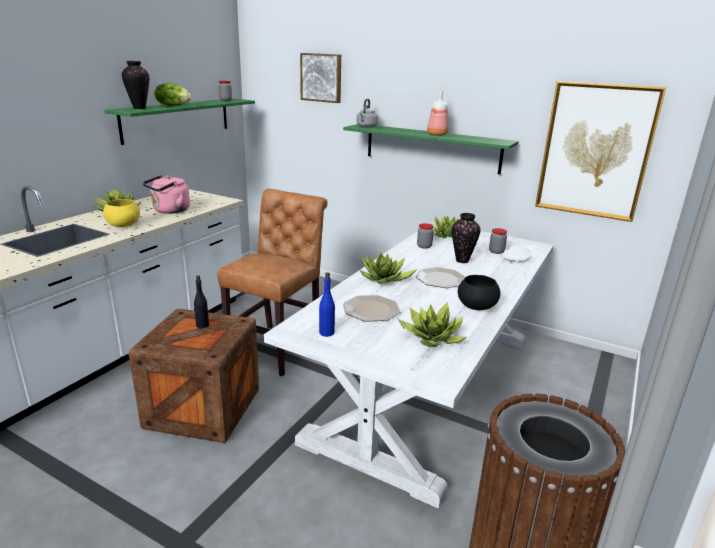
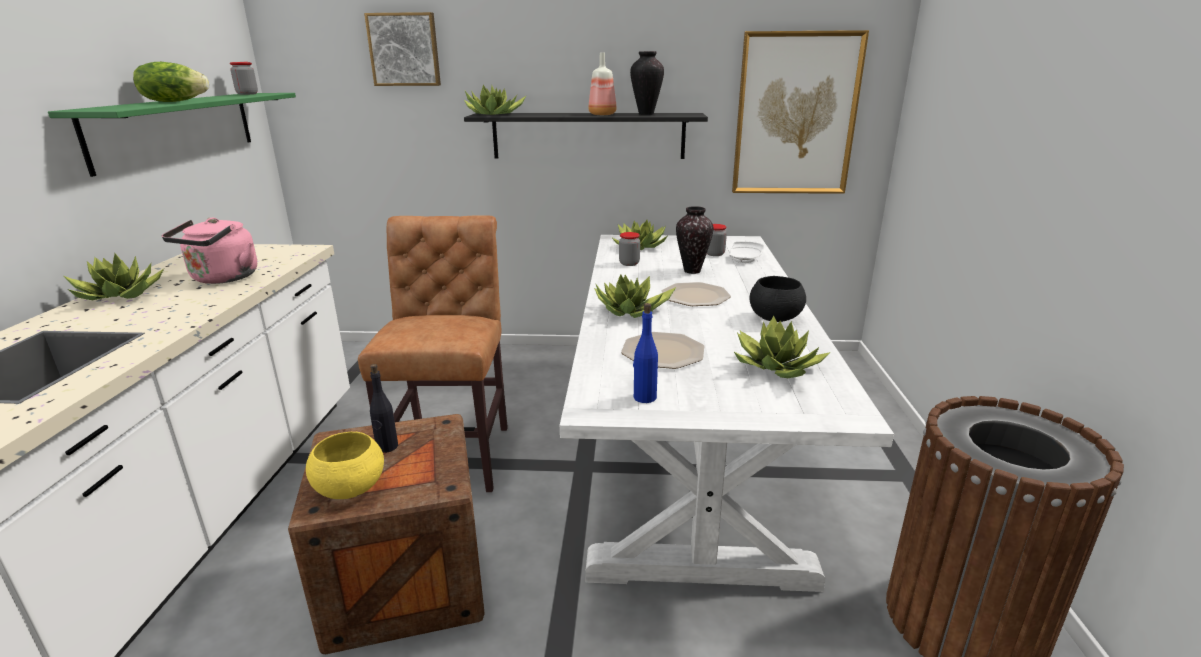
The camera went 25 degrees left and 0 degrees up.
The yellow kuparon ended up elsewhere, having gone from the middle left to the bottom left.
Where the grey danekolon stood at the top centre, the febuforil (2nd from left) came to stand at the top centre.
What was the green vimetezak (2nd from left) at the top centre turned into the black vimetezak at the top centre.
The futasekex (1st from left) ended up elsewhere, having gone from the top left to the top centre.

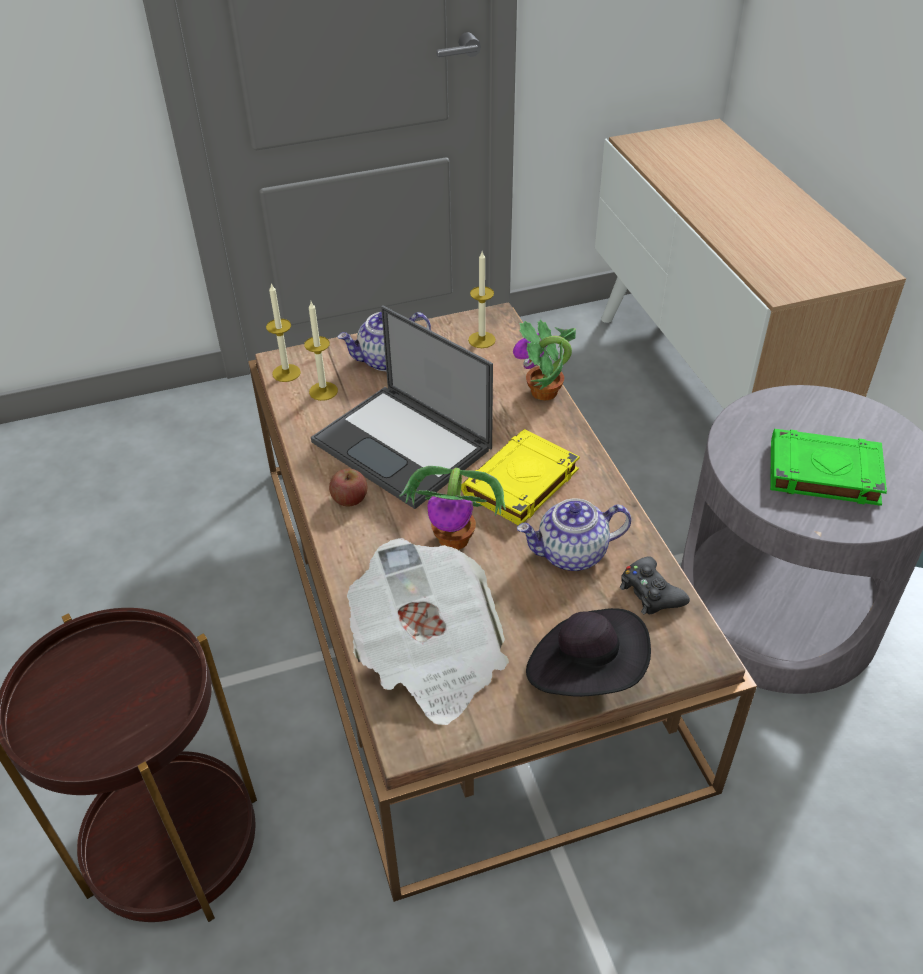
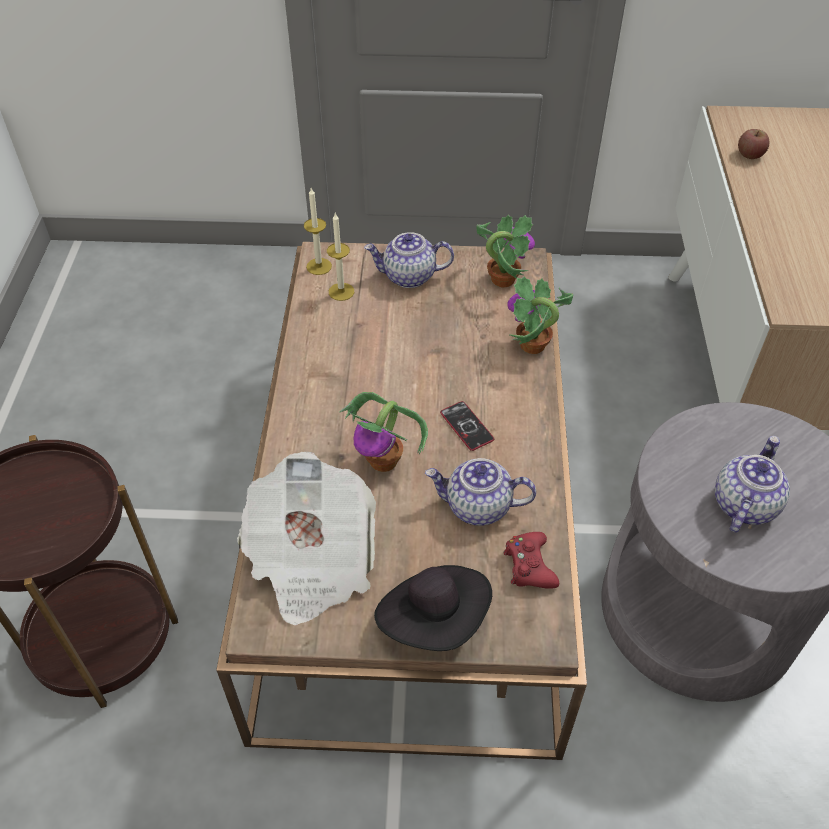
The camera went 20 degrees right and 5 degrees up.
Where the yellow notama stood at the centre, the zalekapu came to stand at the centre.
Where the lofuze (3rd from left) stood at the top centre, the febuforil (2nd from left) came to stand at the top centre.
What was the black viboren at the middle right turned into the red viboren at the bottom centre.
Where the green notama stood at the middle right, the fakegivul (3rd from left) came to stand at the middle right.
The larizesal ended up elsewhere, having gone from the centre to the top right.
The second view lost the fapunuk at the centre.

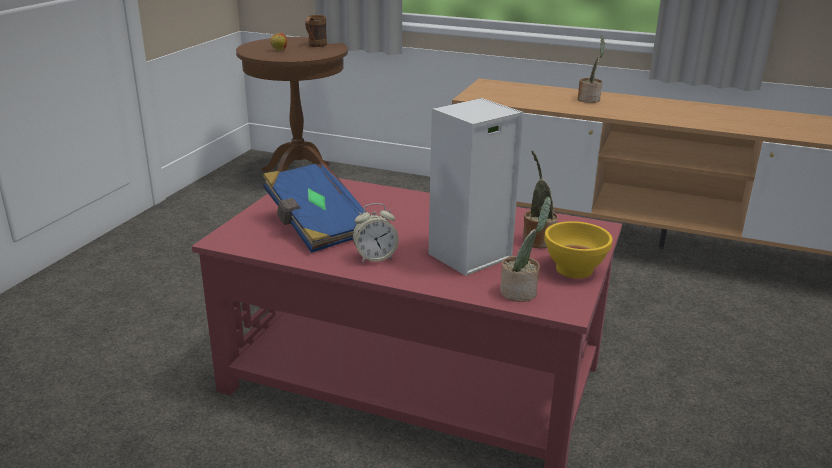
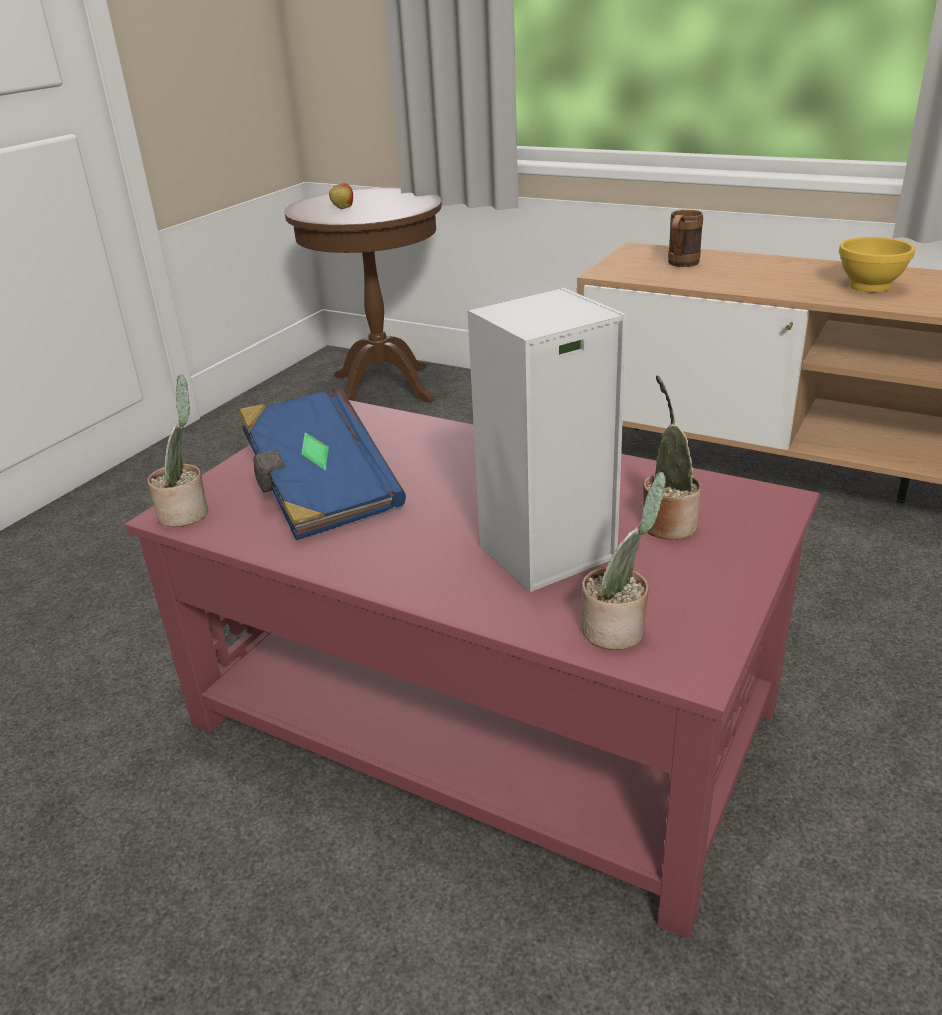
The camera went 10 degrees right and 5 degrees up.
The febuforil (3rd from left in the first image) ended up elsewhere, having gone from the top right to the middle left.
The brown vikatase ended up elsewhere, having gone from the top centre to the top right.
The yellow kuparon ended up elsewhere, having gone from the middle right to the top right.
The second view lost the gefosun at the centre.

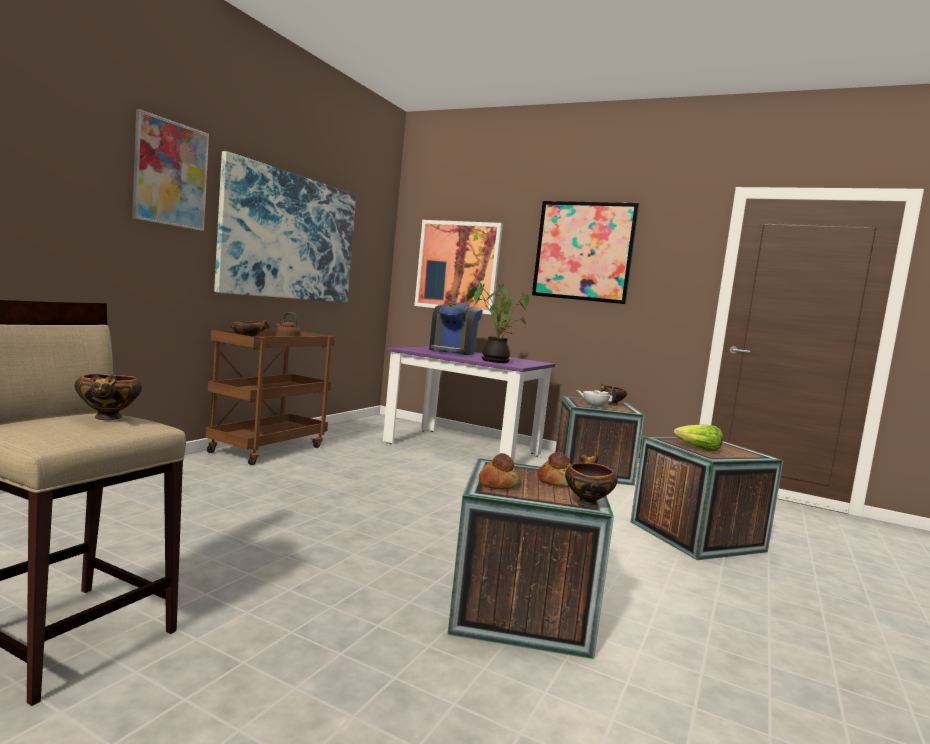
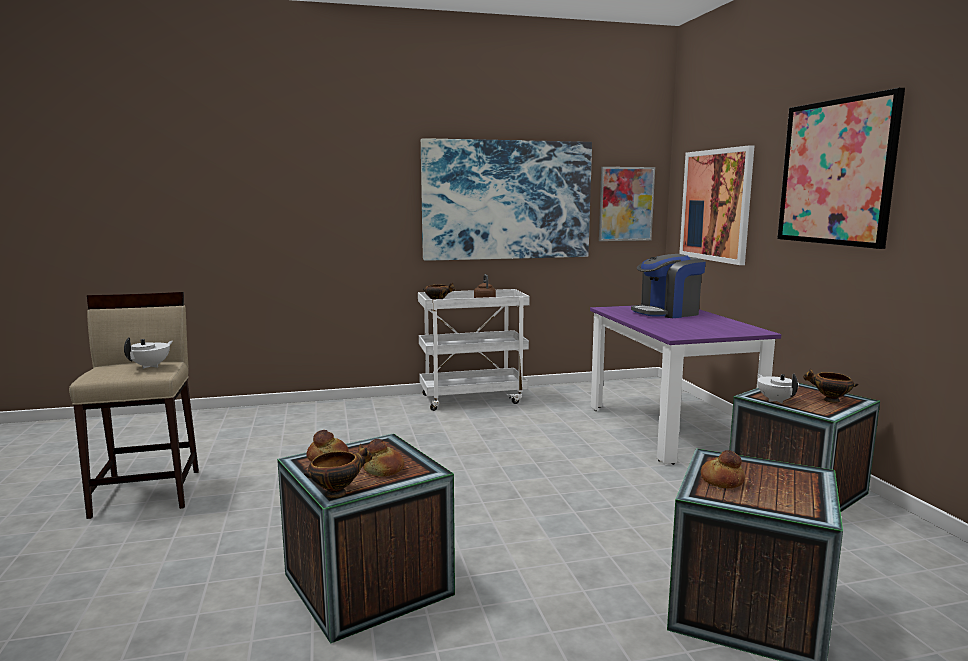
The camera went 50 degrees right and 5 degrees up.
Where the kuparon (1st from left) stood at the middle left, the white fakegivul (1st from left) came to stand at the middle left.
What was the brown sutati at the middle left turned into the white sutati at the centre.
The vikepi (1st from left in the first image) ended up elsewhere, having gone from the top left to the top centre.
Where the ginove stood at the middle right, the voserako (3rd from left) came to stand at the bottom right.
The second view lost the febuforil at the centre.

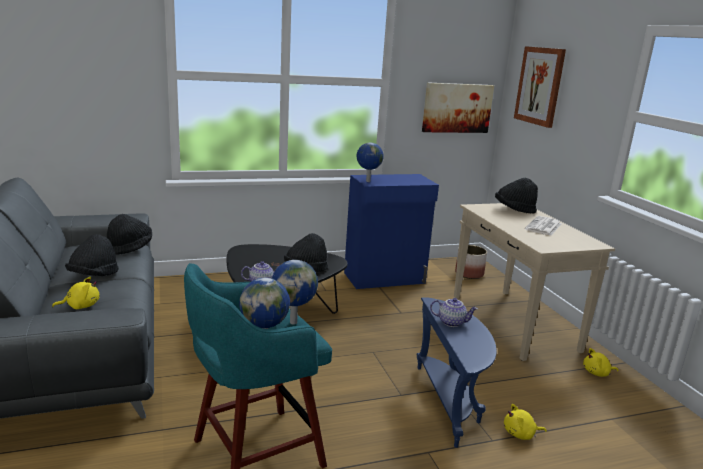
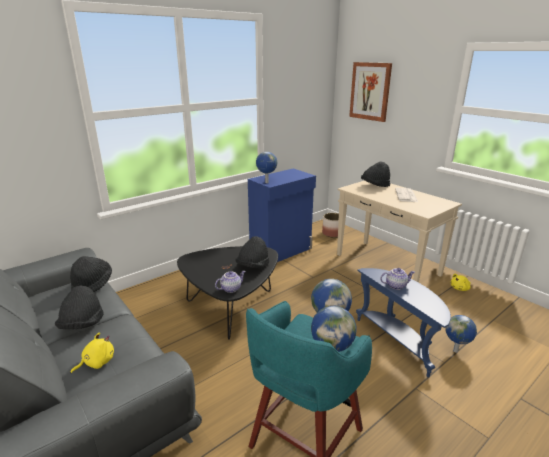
The camera went 20 degrees left and 5 degrees up.
Where the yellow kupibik (2nd from left) stood at the bottom right, the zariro (4th from left) came to stand at the bottom right.
The second view lost the vikepi (1st from left) at the top centre.

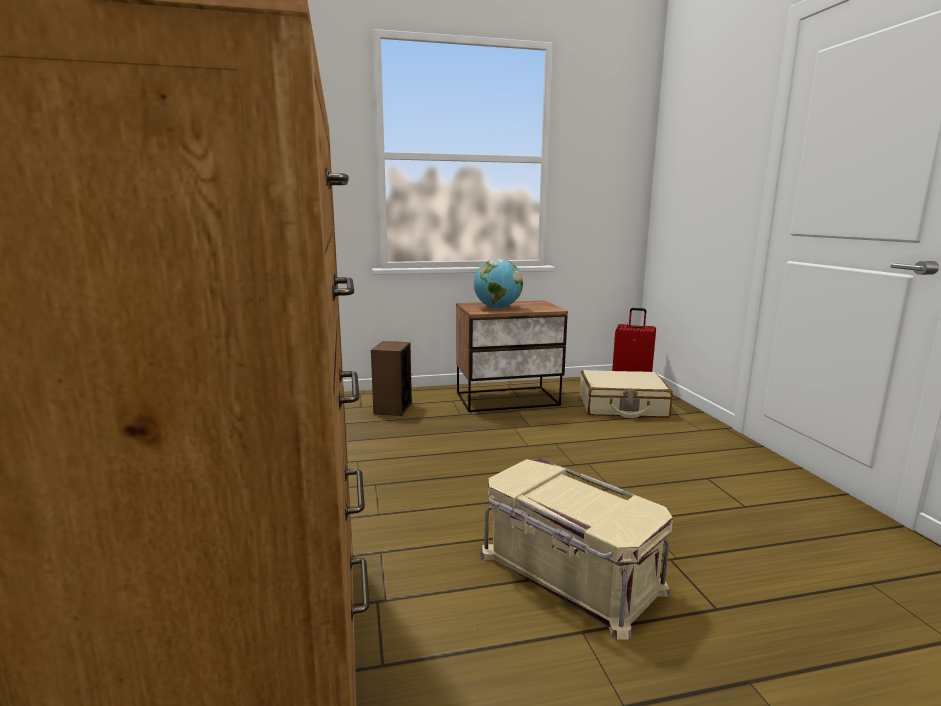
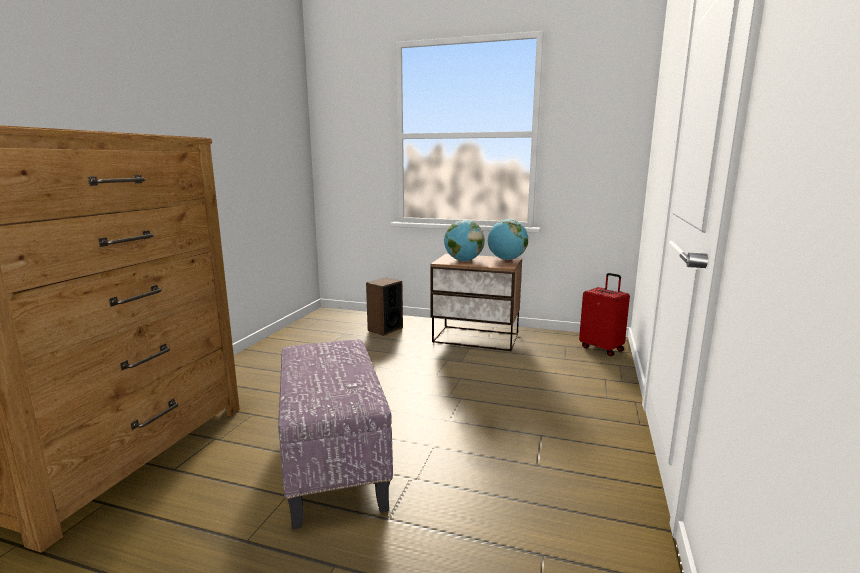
The camera went 30 degrees right and 0 degrees up.
Where the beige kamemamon stood at the bottom centre, the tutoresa came to stand at the bottom centre.
The second view gained the zariro (2nd from left) at the centre.
The second view lost the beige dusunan at the centre.

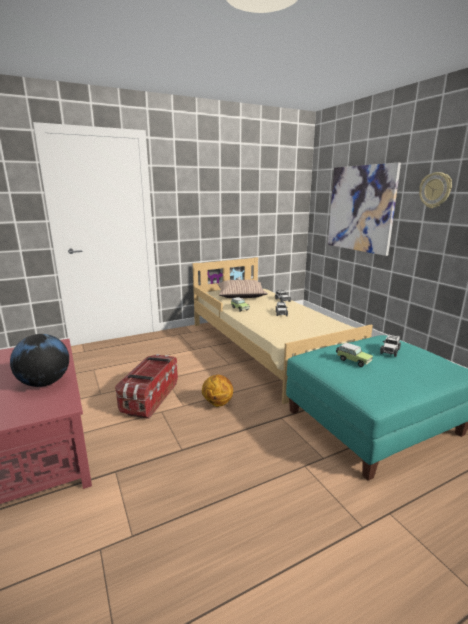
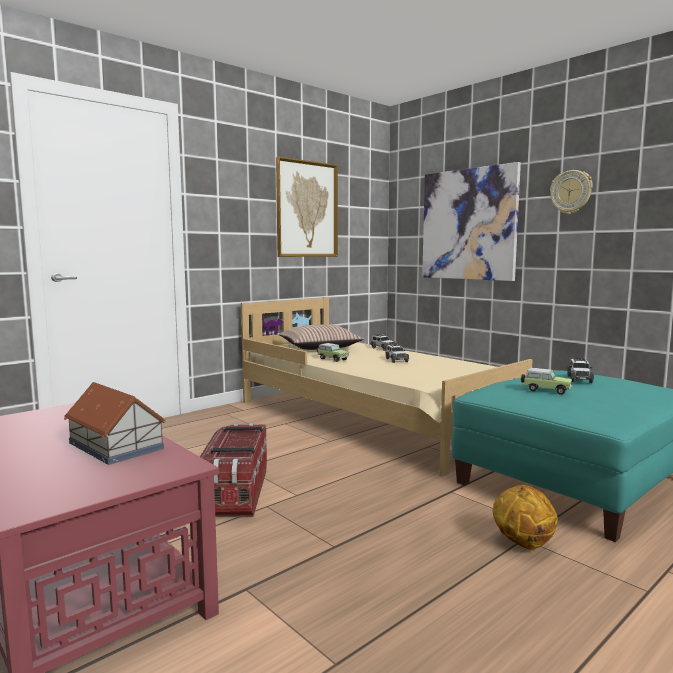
The camera went 15 degrees left and 10 degrees down.
Where the zariro stood at the middle left, the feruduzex came to stand at the middle left.
The second view gained the vikepi (1st from left) at the top centre.
The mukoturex ended up elsewhere, having gone from the centre to the bottom right.

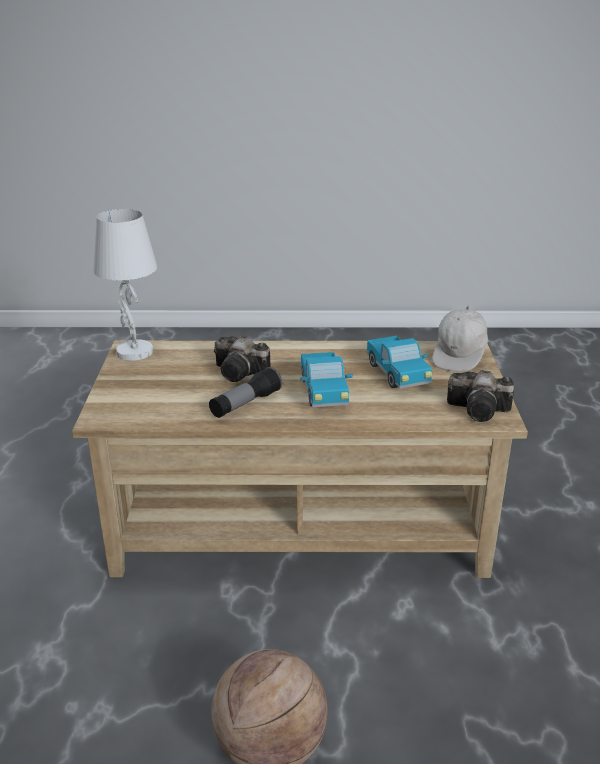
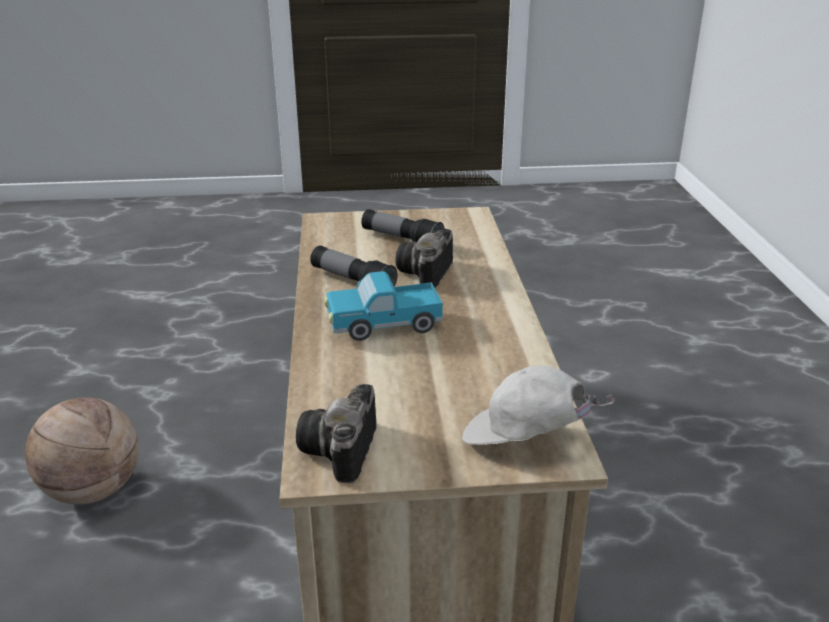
The camera went 85 degrees right and 0 degrees up.
The second view gained the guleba (2nd from left) at the centre.
The second view lost the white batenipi at the middle left.
The second view lost the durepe (2nd from left) at the centre.

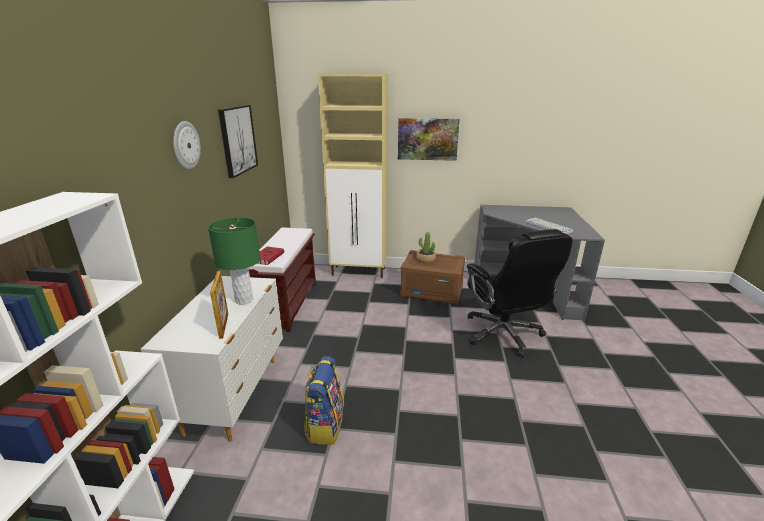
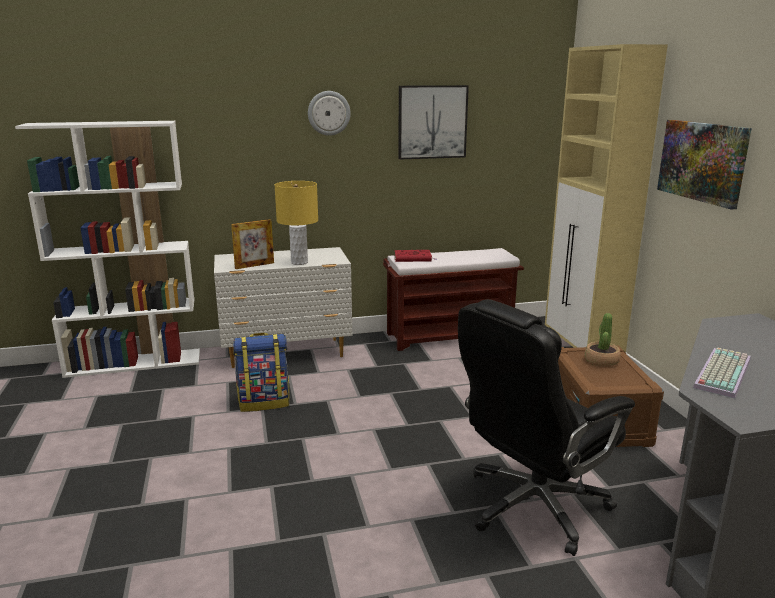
The camera went 70 degrees right and 5 degrees down.
What was the green batenipi at the middle left turned into the yellow batenipi at the centre.

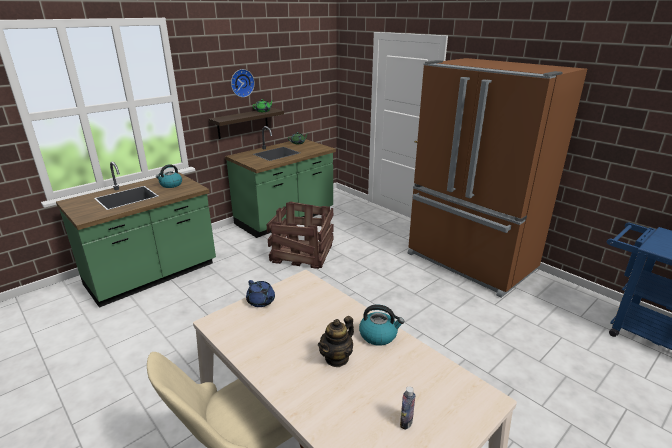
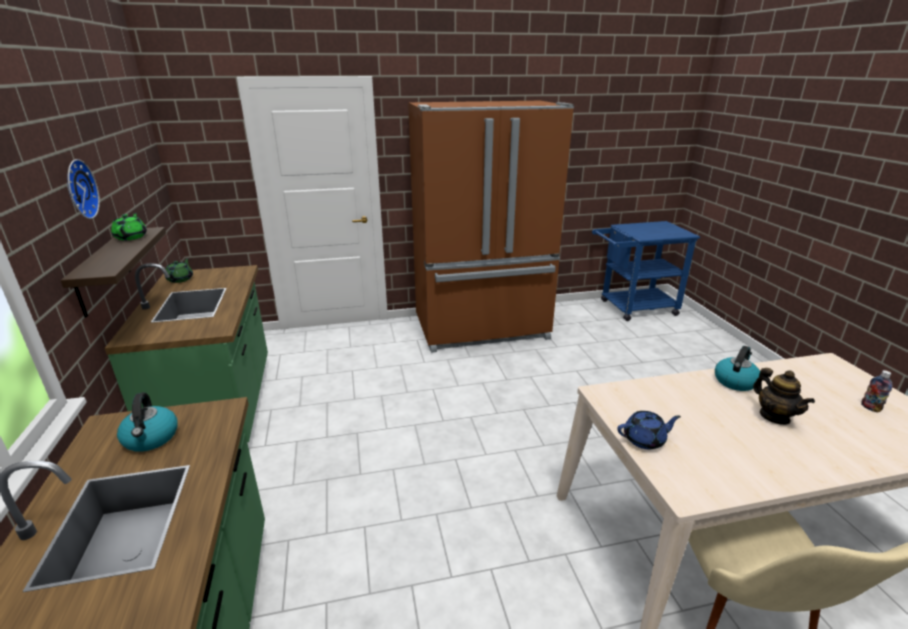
The camera went 60 degrees left and 0 degrees up.
The second view lost the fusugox at the centre.

